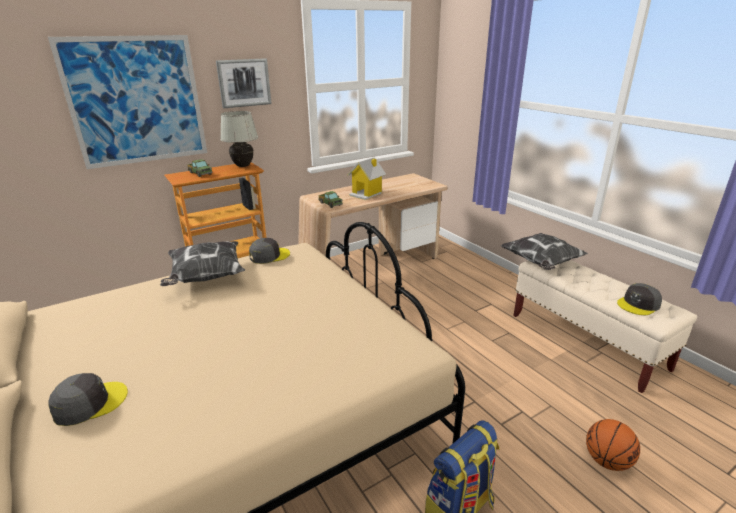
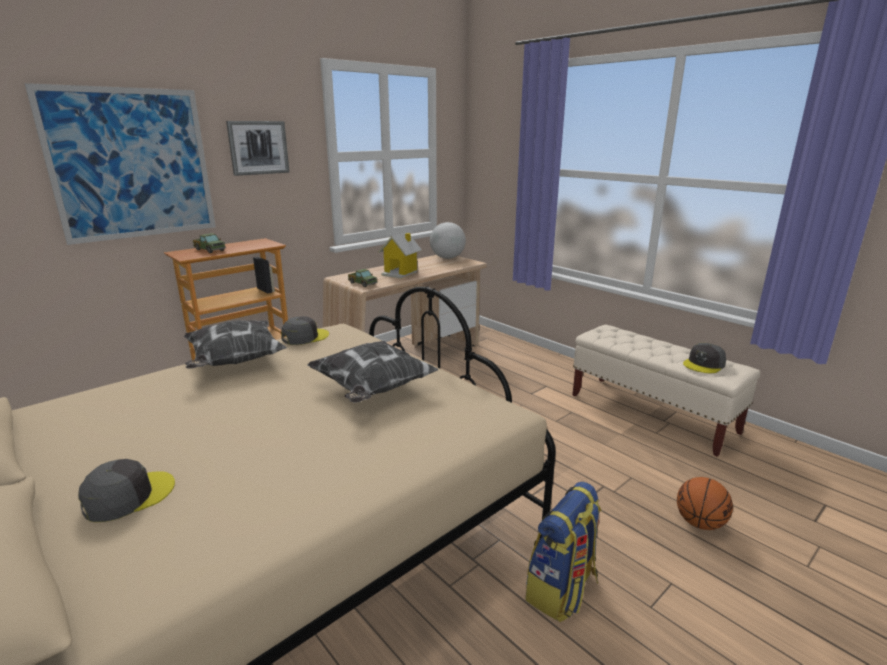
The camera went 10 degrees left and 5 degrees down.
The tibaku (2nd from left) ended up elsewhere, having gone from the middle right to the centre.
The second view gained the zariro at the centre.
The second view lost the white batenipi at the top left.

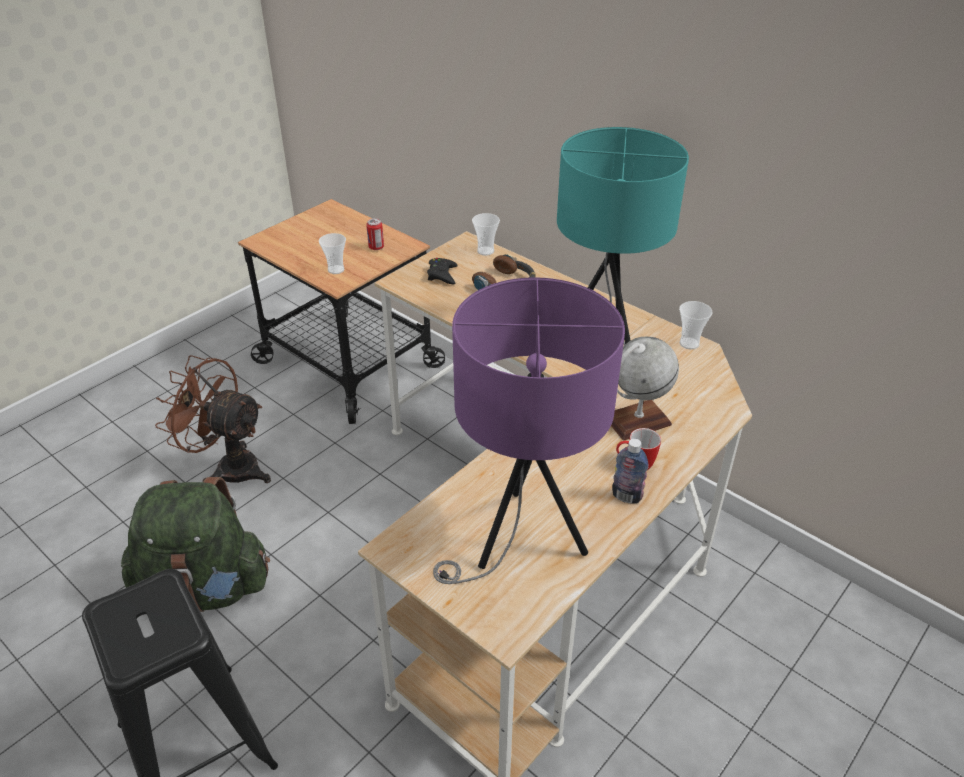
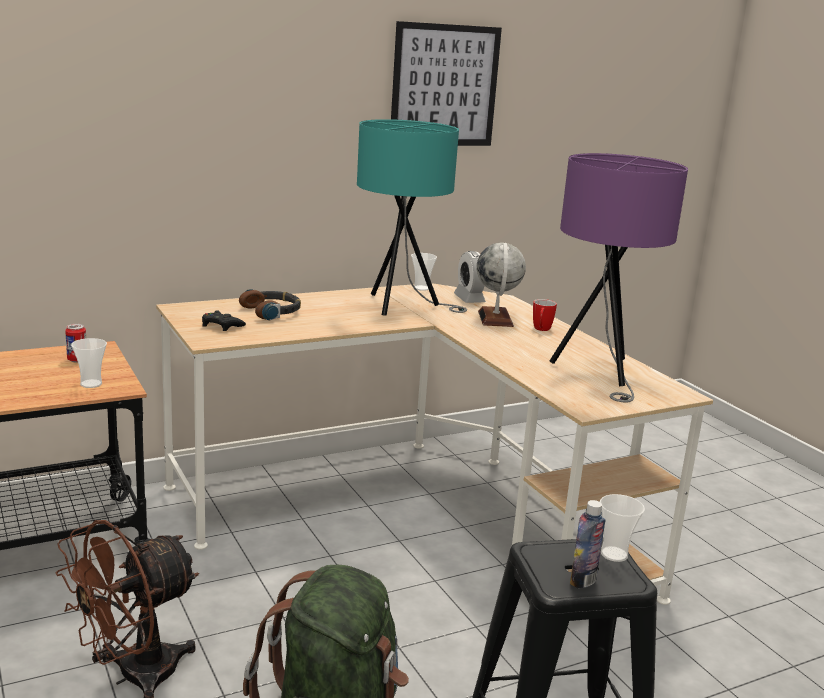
The camera went 70 degrees left and 20 degrees down.
The second view gained the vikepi at the top centre.
The second view gained the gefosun at the centre.
The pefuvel ended up elsewhere, having gone from the centre to the bottom right.
The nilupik (2nd from left in the first image) ended up elsewhere, having gone from the top centre to the bottom right.

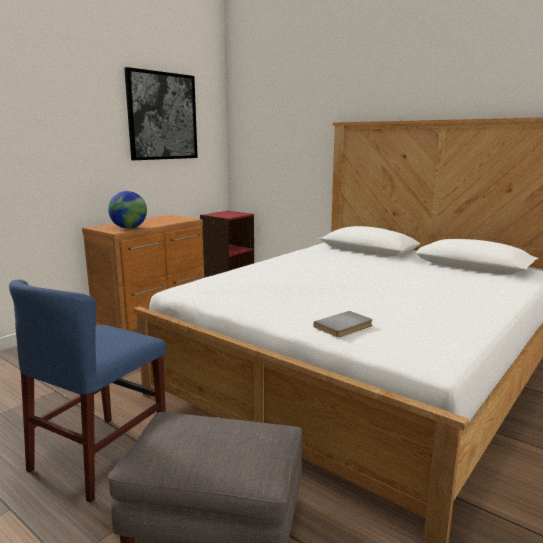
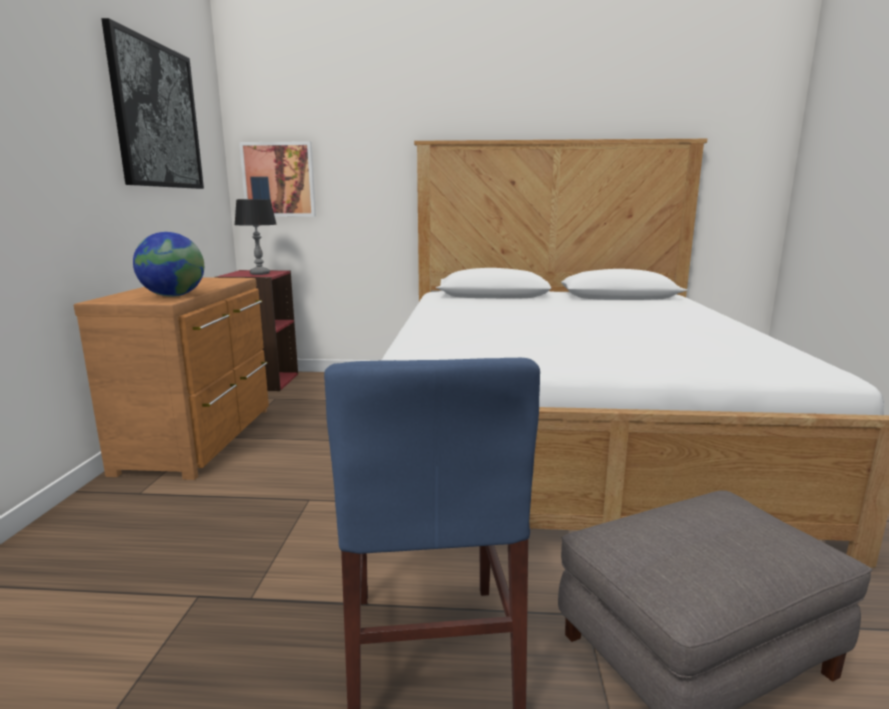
The camera went 35 degrees left and 0 degrees up.
The second view gained the batenipi at the middle left.
The second view gained the vikepi (2nd from left) at the top left.
The second view lost the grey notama at the centre.

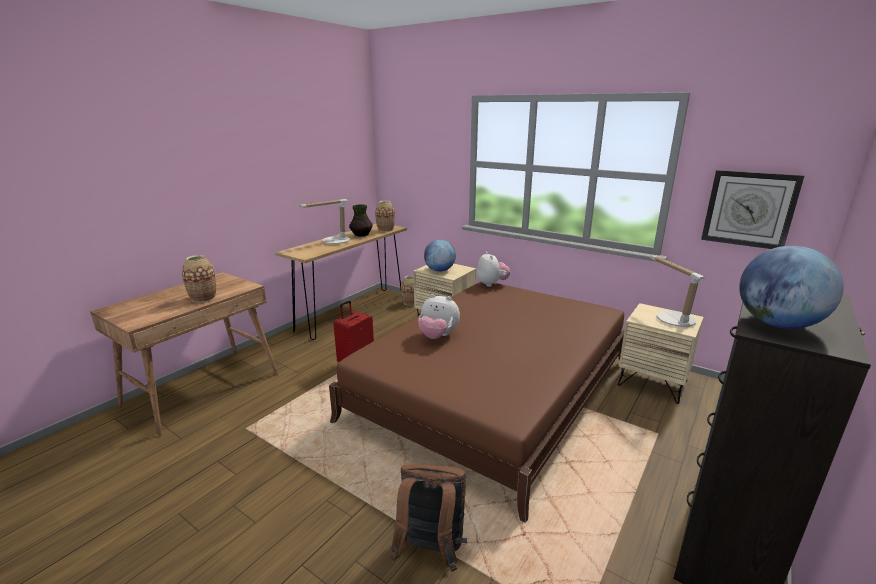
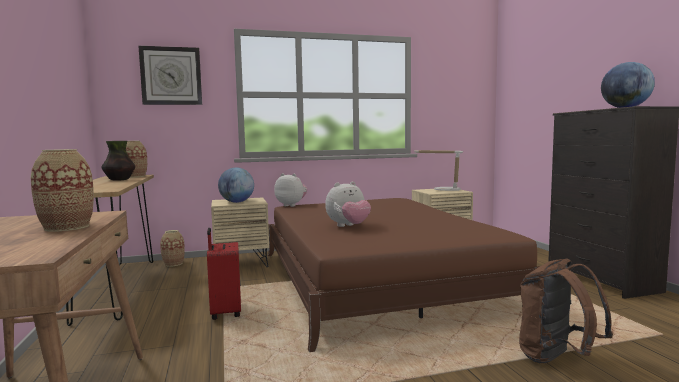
The camera went 50 degrees left and 15 degrees down.
The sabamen ended up elsewhere, having gone from the middle right to the top left.
The second view lost the batenipi (1st from left) at the centre.

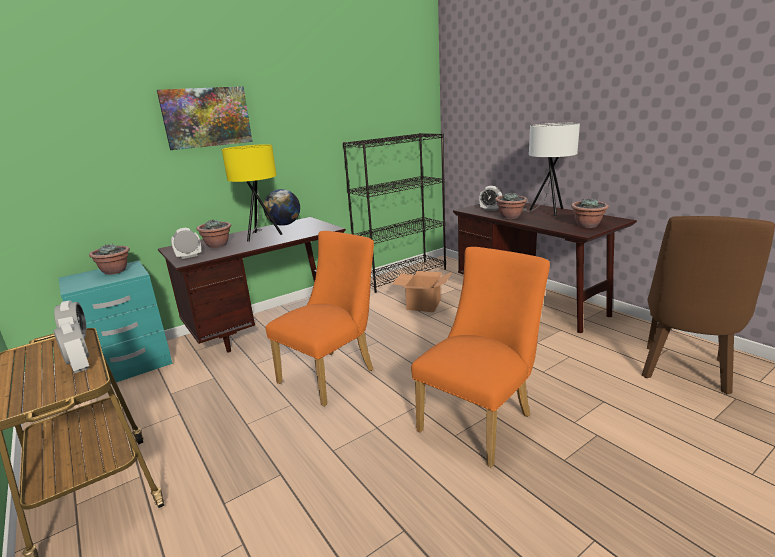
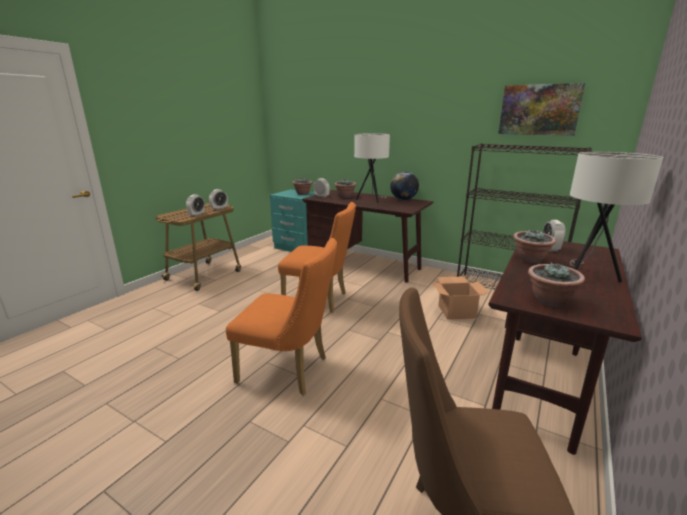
The camera went 65 degrees right and 0 degrees up.
What was the yellow batenipi at the middle left turned into the white batenipi (1st from left) at the top centre.
The vikepi ended up elsewhere, having gone from the top left to the top right.

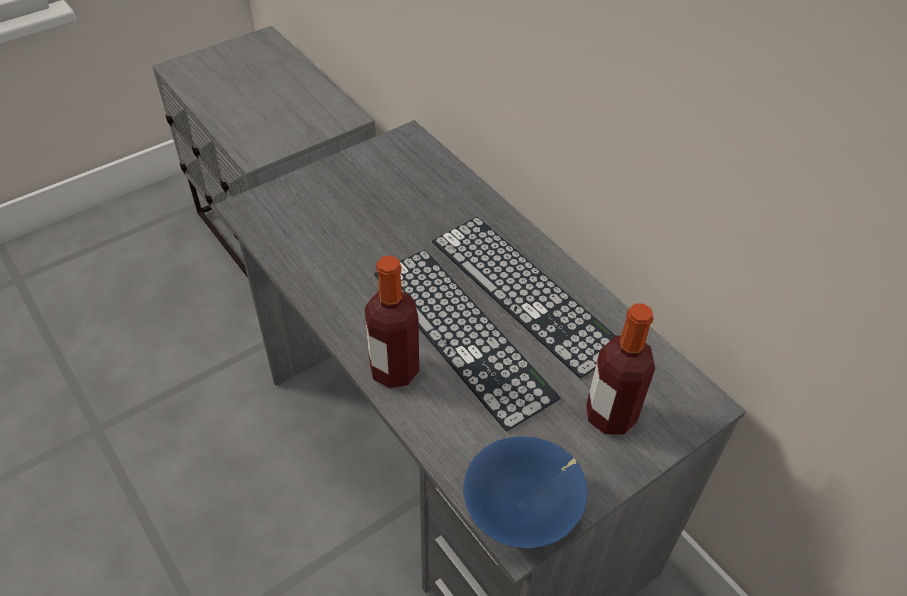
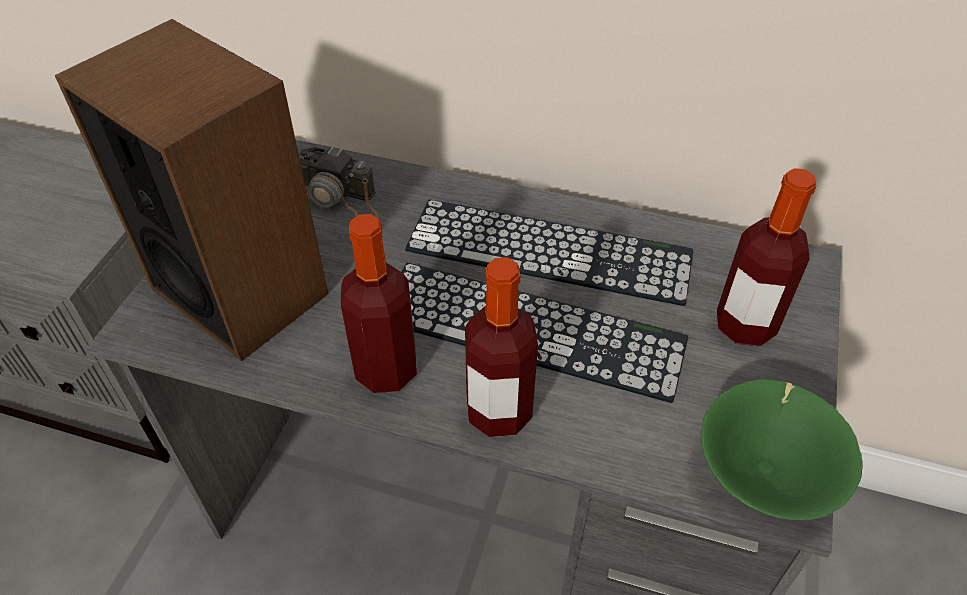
The camera went 35 degrees left and 0 degrees up.
The second view gained the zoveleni at the top left.
The second view gained the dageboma at the top centre.
The second view gained the pefuvel (1st from left) at the centre.
What was the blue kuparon at the bottom centre turned into the green kuparon at the bottom right.

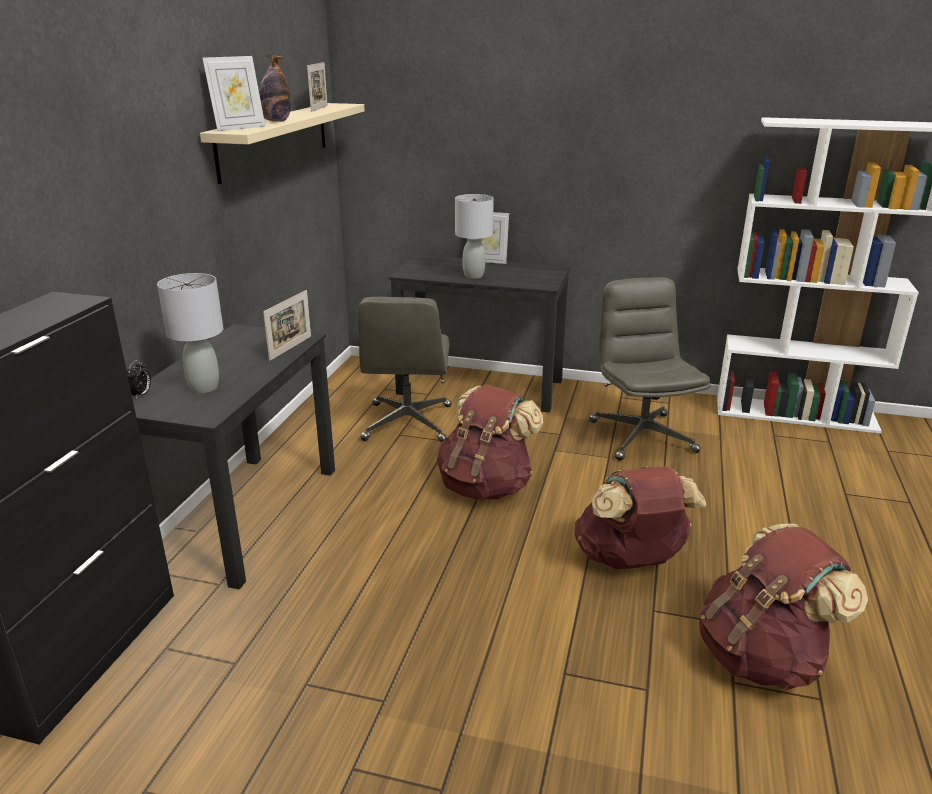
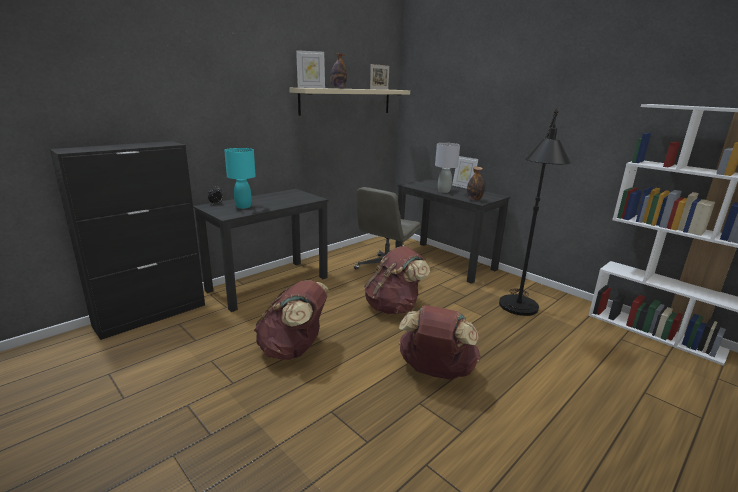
The camera went 30 degrees right and 5 degrees down.
What was the grey batenipi (1st from left) at the middle left turned into the turquoise batenipi at the middle left.
The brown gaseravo (3rd from left in the first image) ended up elsewhere, having gone from the bottom right to the centre.
The second view gained the pefuvel (2nd from left) at the centre.
Where the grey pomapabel (2nd from left) stood at the middle right, the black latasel came to stand at the middle right.
The second view lost the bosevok (2nd from left) at the middle left.

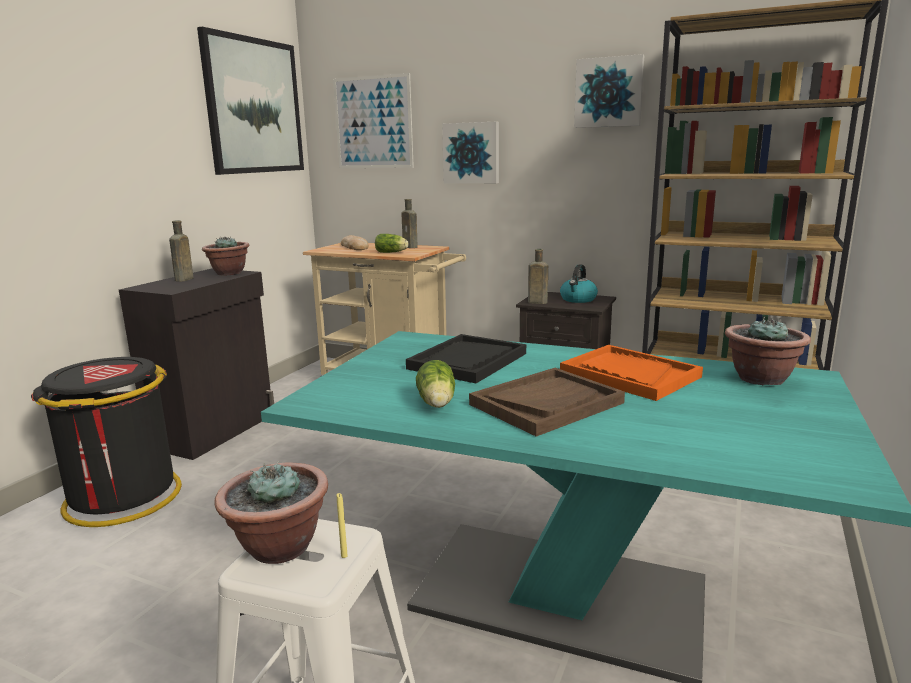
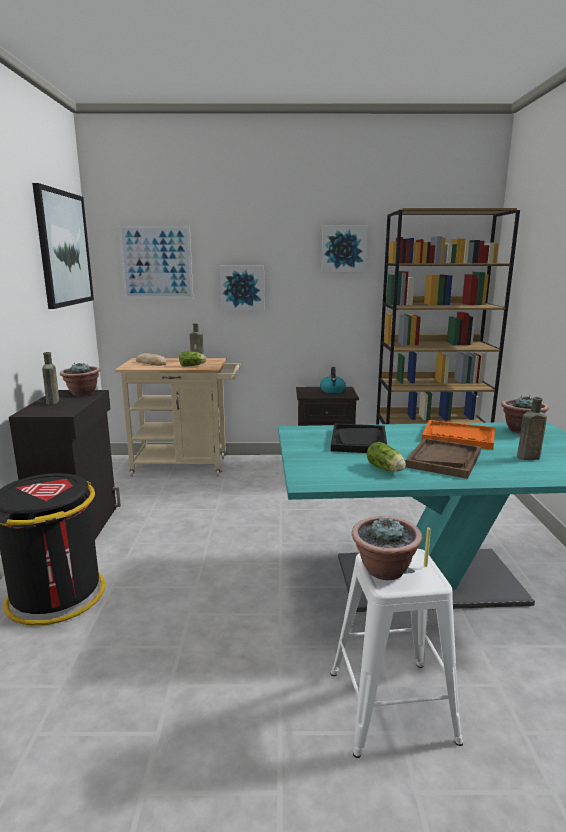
The camera went 25 degrees left and 0 degrees up.
The brown pefuvel (3rd from left) ended up elsewhere, having gone from the centre to the middle right.

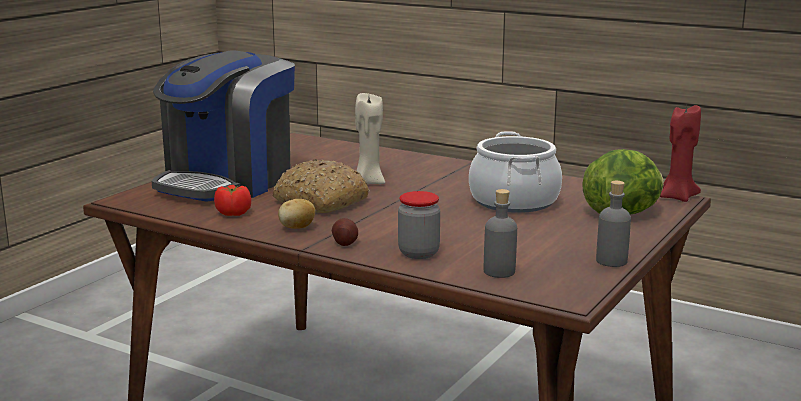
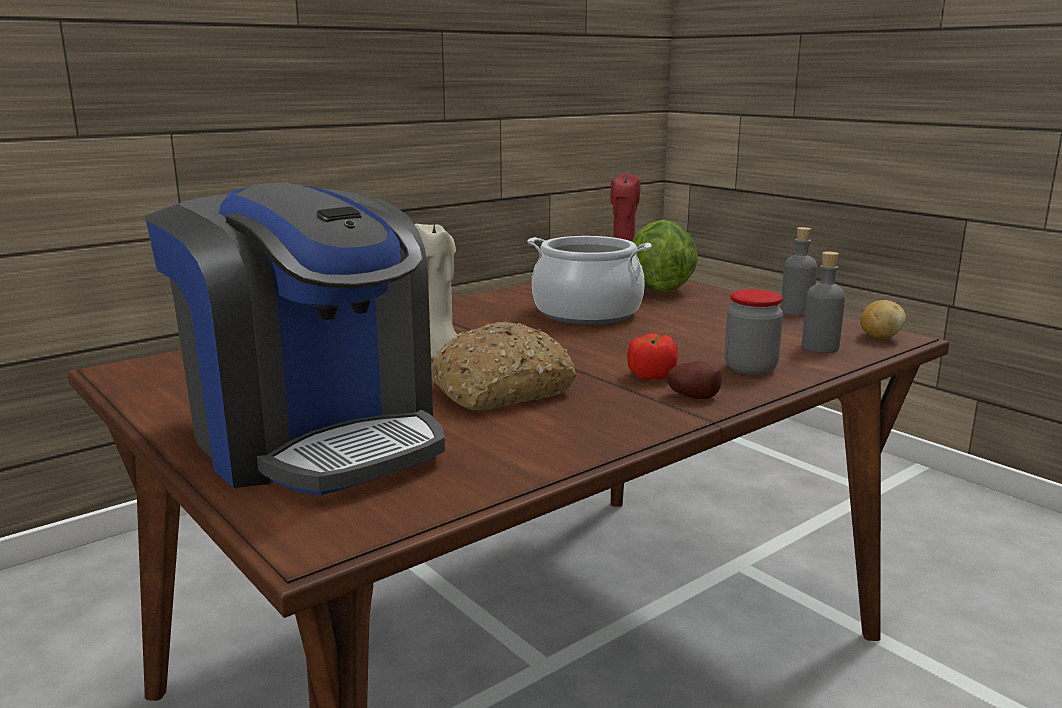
The camera went 70 degrees left and 0 degrees up.
The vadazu ended up elsewhere, having gone from the middle left to the centre.
The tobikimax (1st from left in the first image) ended up elsewhere, having gone from the centre to the middle right.

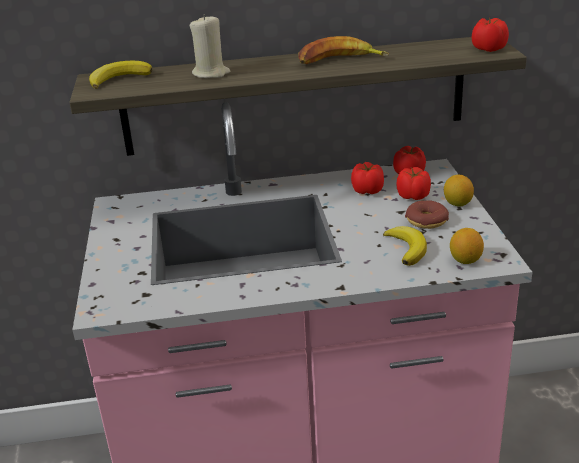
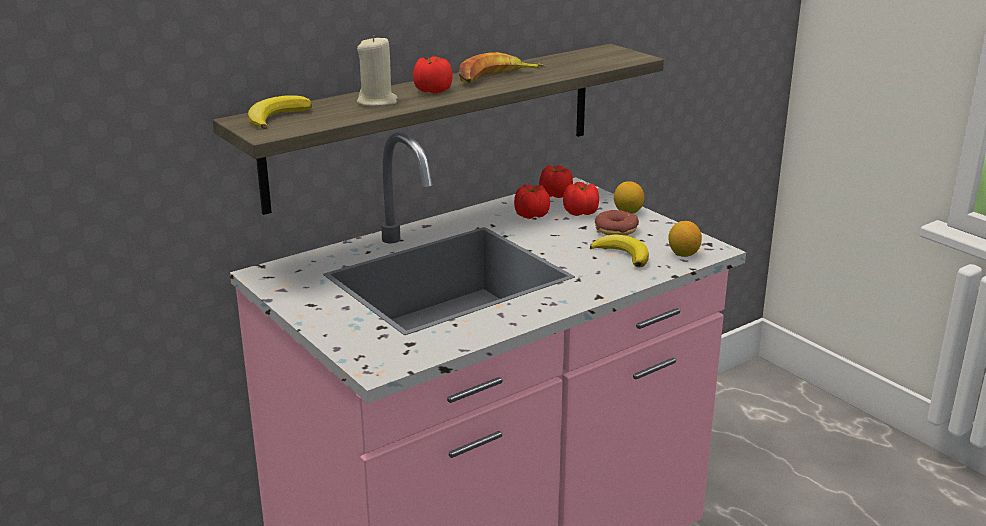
The camera went 30 degrees left and 5 degrees down.
The vadazu (4th from left in the first image) ended up elsewhere, having gone from the top right to the top centre.

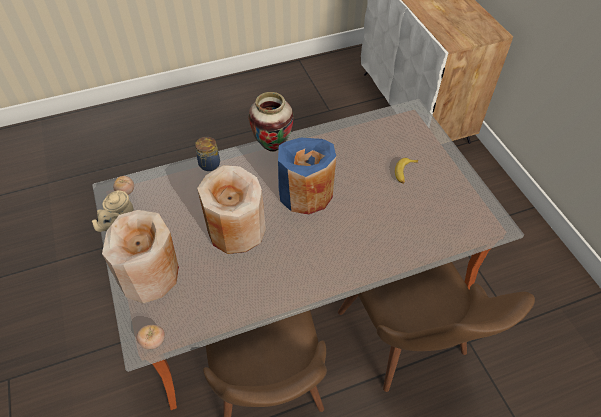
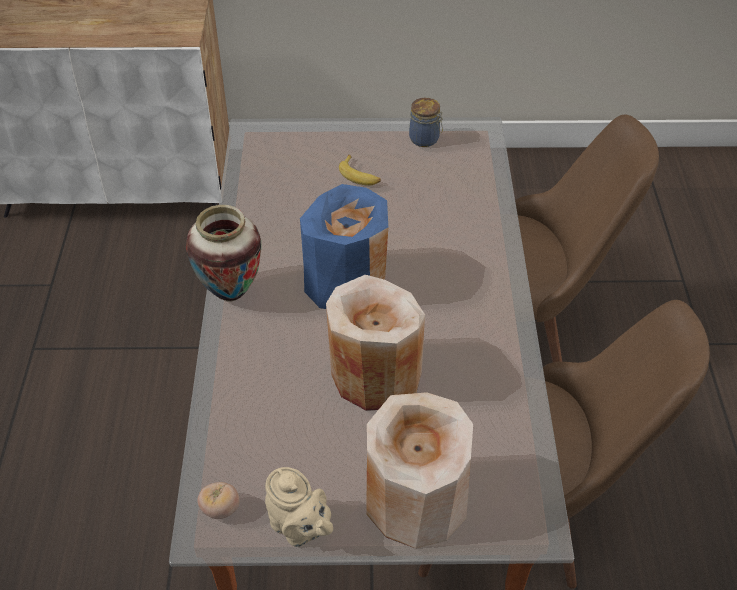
The camera went 70 degrees left and 5 degrees down.
The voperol ended up elsewhere, having gone from the centre to the top centre.
The second view lost the vadazu (2nd from left) at the bottom left.

